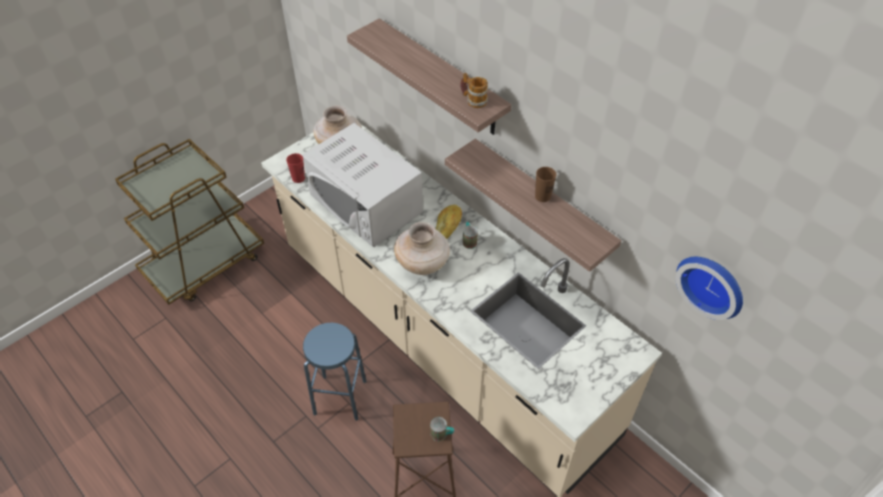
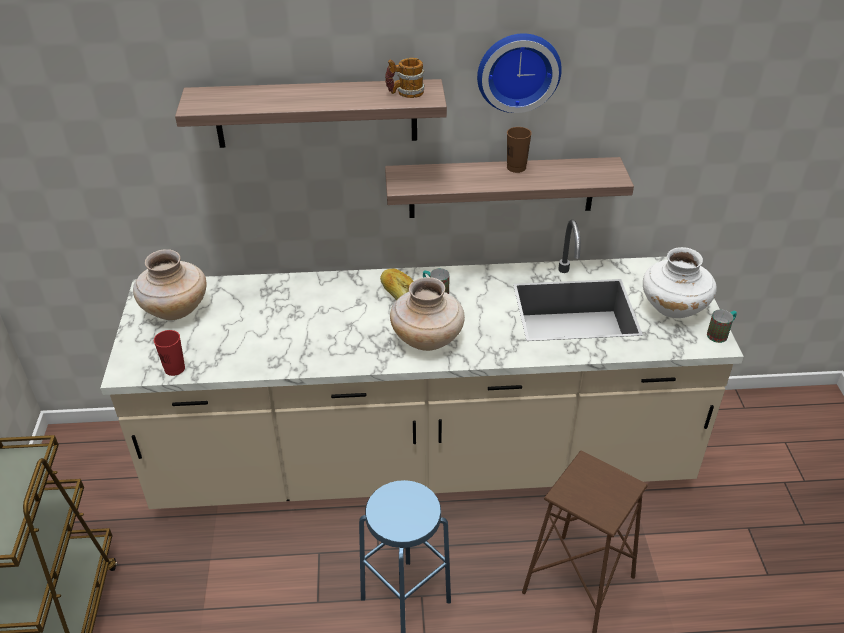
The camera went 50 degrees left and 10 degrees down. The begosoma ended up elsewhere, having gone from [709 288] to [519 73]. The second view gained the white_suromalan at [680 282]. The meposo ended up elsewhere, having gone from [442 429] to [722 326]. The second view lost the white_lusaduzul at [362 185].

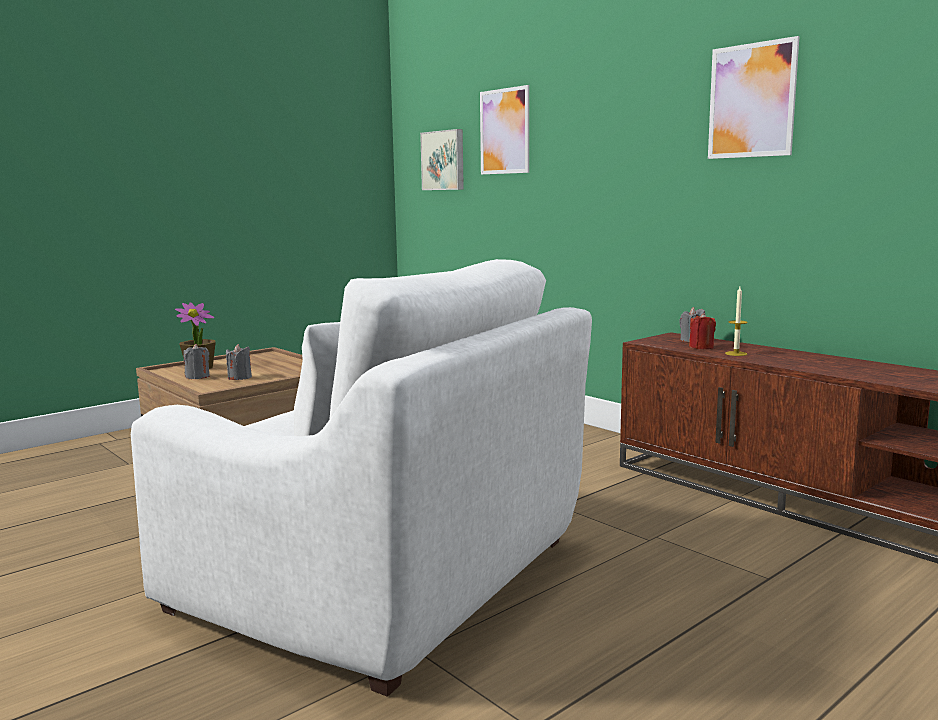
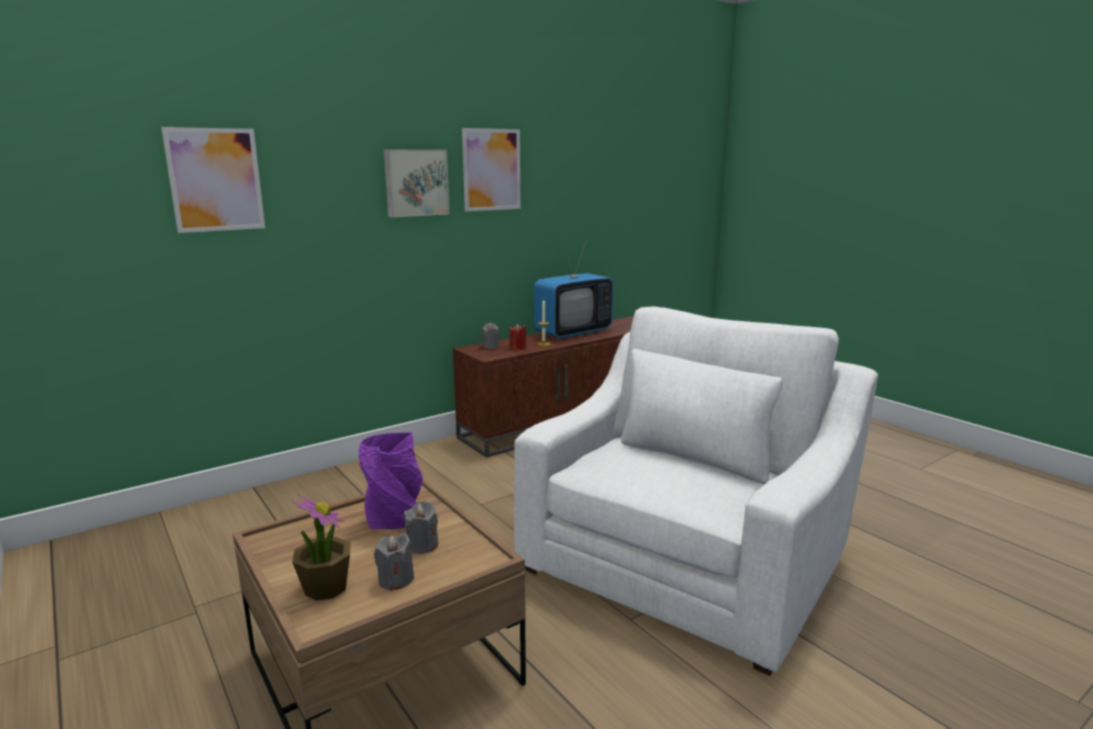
The camera went 85 degrees left and 5 degrees up. The second view gained the purple_suromalan at [391 480]. The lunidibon ended up elsewhere, having gone from [442 159] to [416 183]. The second view gained the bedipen at [573 288].

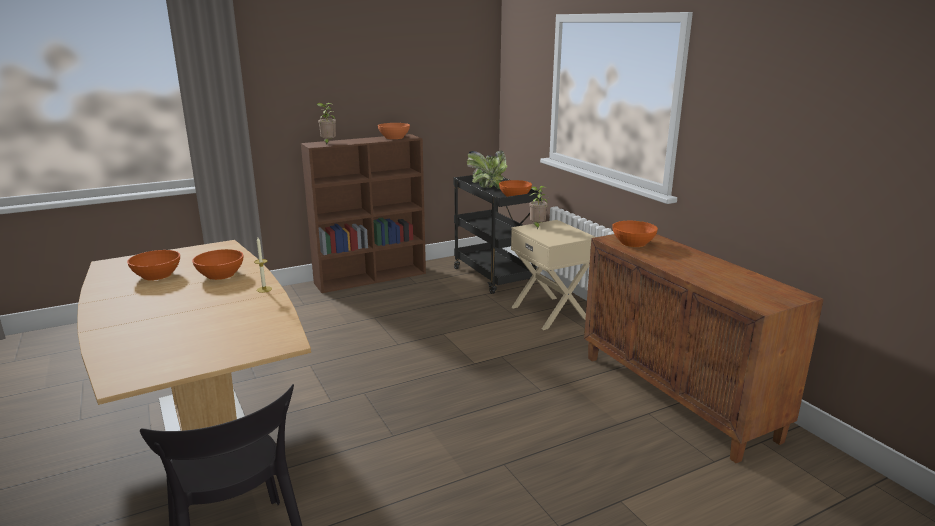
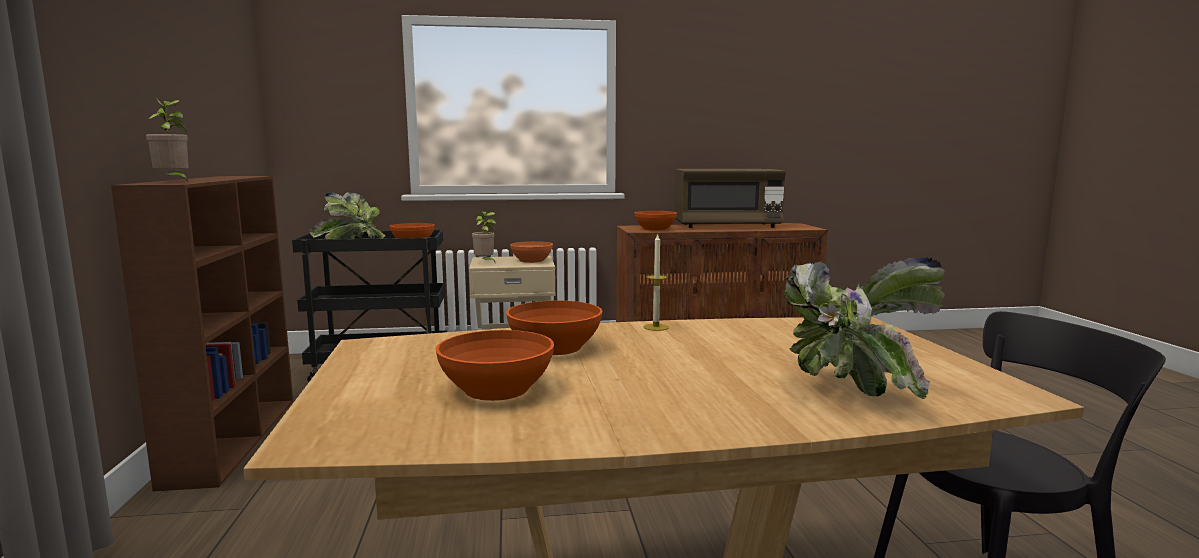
The camera went 70 degrees left and 10 degrees down. The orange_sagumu ended up elsewhere, having gone from [394 131] to [531 252]. The second view gained the brown_lusaduzul at [730 198]. The second view gained the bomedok at [864 328].

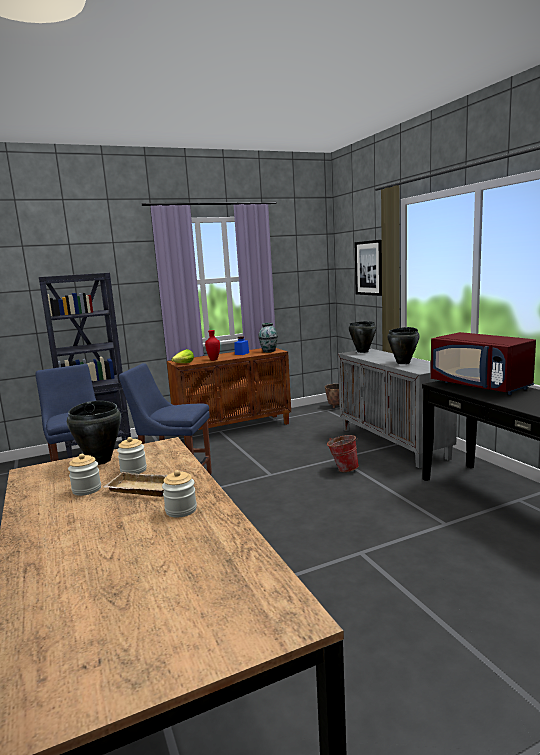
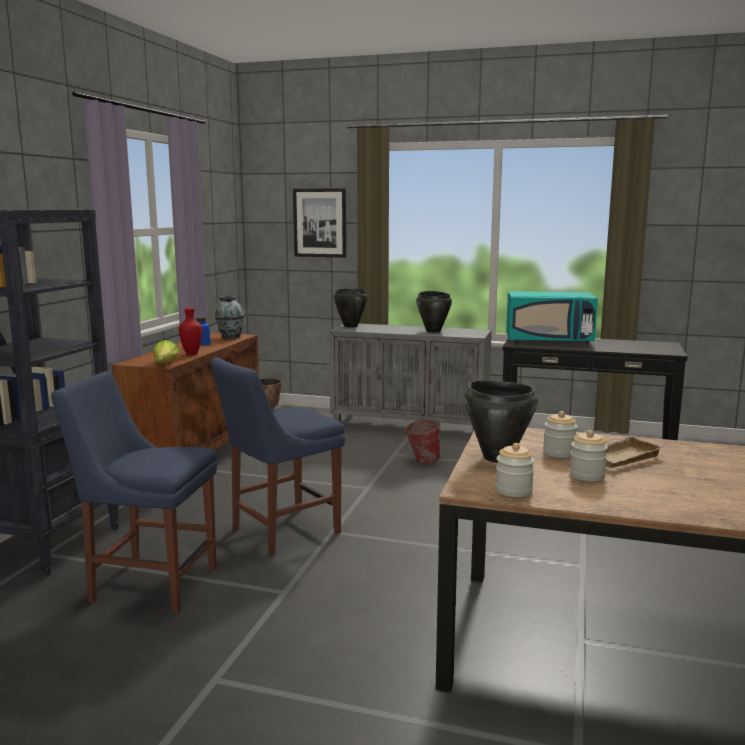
The camera went 50 degrees left and 0 degrees up. The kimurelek ended up elsewhere, having gone from [179 494] to [515 470]. What was the red_lusaduzul at [483 363] turned into the turquoise_lusaduzul at [552 317].

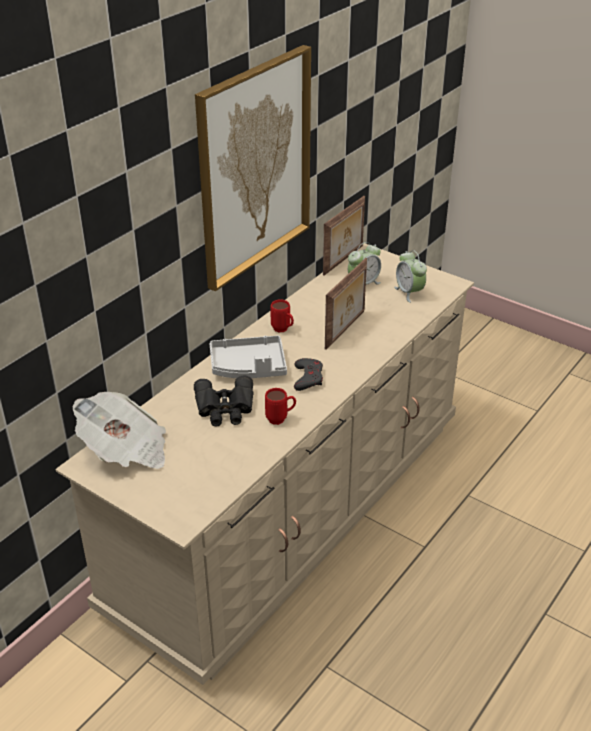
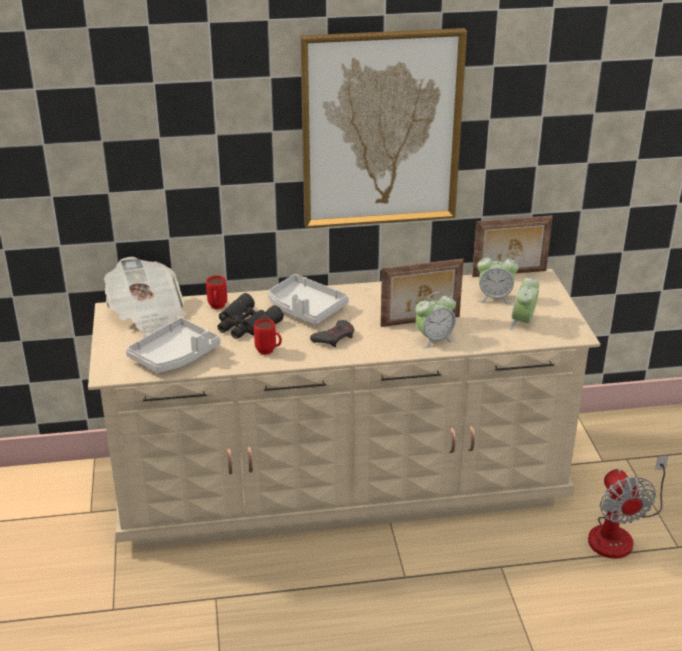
The camera went 45 degrees right and 5 degrees down. The second view gained the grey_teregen at [173 345]. The red_meposo ended up elsewhere, having gone from [282 315] to [216 292]. The second view gained the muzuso at [435 320]. The second view gained the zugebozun at [628 507].

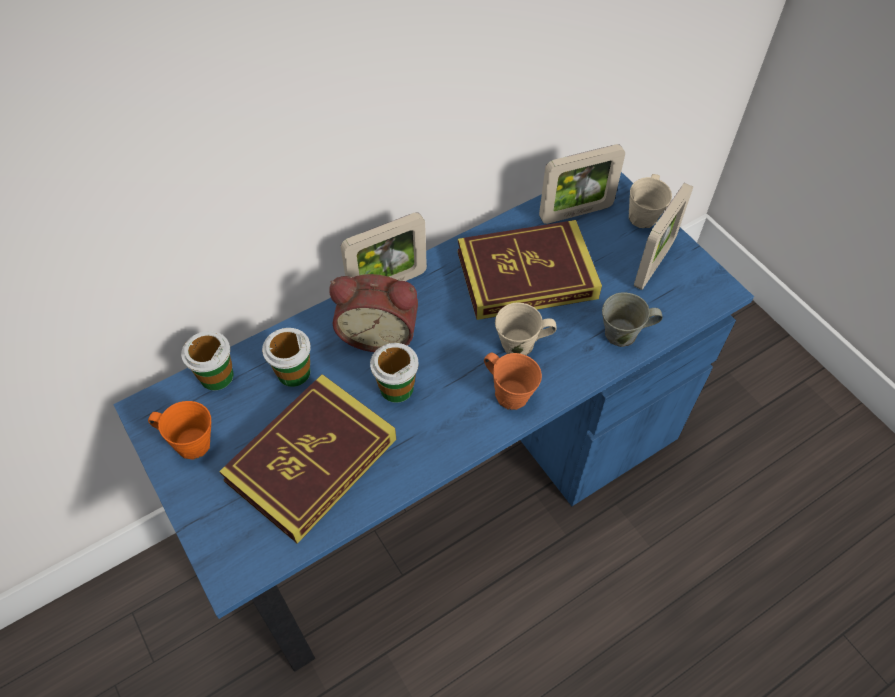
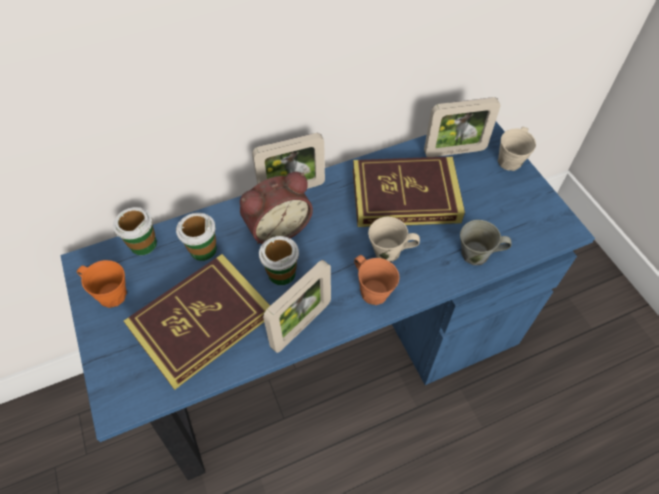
The camera went 10 degrees right and 0 degrees up. The muzuso at [373 313] ended up facing another way, 45 degrees counterclockwise from before. The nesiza ended up elsewhere, having gone from [663 236] to [297 306].

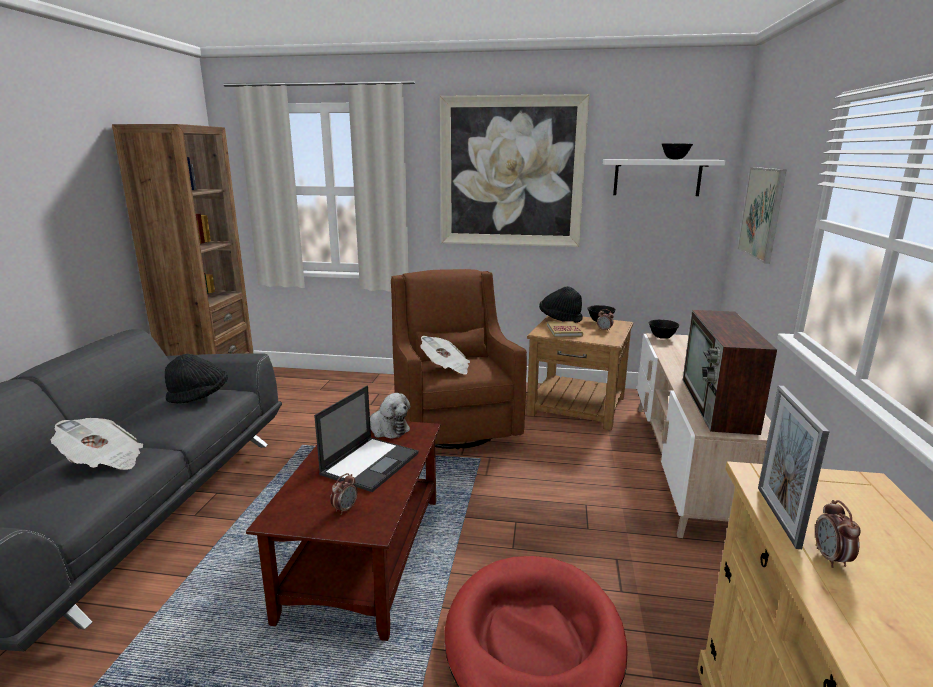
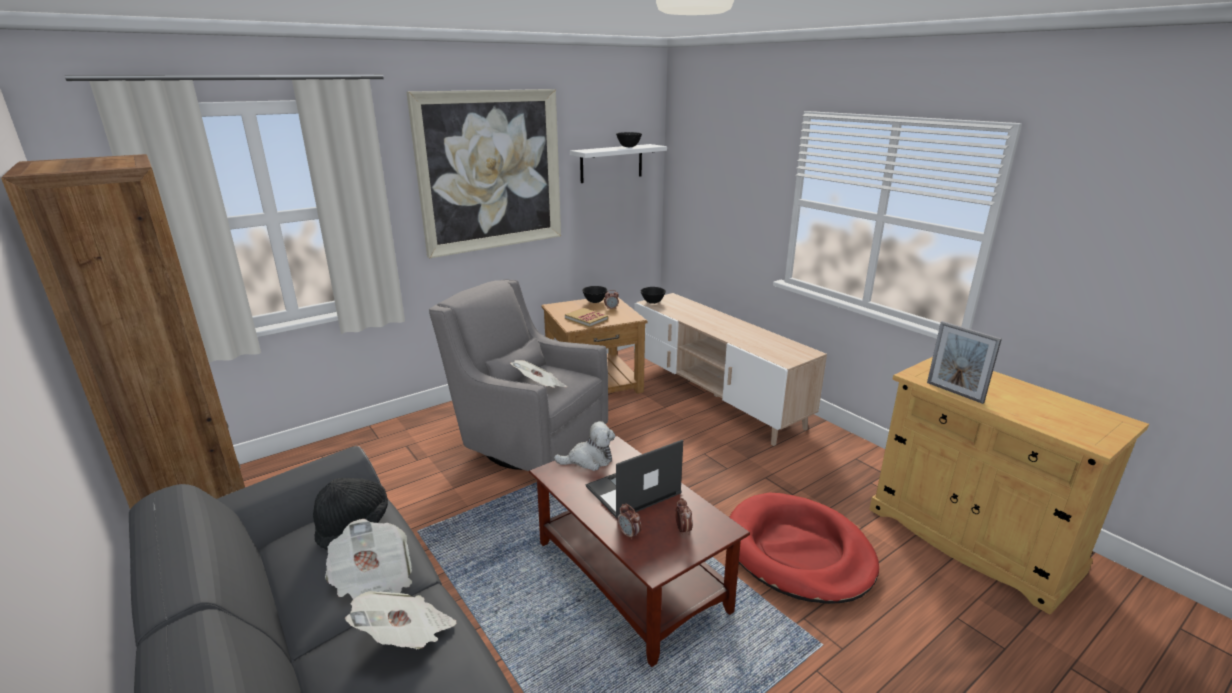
The camera went 45 degrees left and 5 degrees up. The second view gained the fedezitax at [368 559]. What was the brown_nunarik at [459 359] turned into the grey_nunarik at [518 375]. The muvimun at [366 438] ended up facing another way, 105 degrees counterclockwise from before. The muzuso ended up elsewhere, having gone from [838 534] to [629 522]. The second view lost the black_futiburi at [561 304]. The second view lost the bedipen at [730 372]. The second view lost the lunidibon at [762 215].

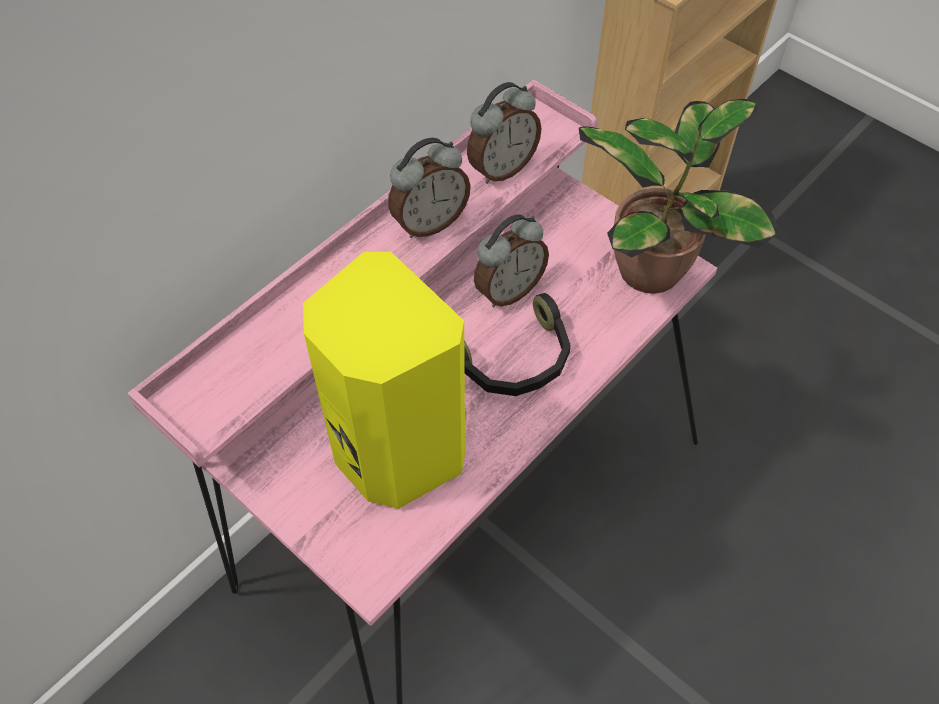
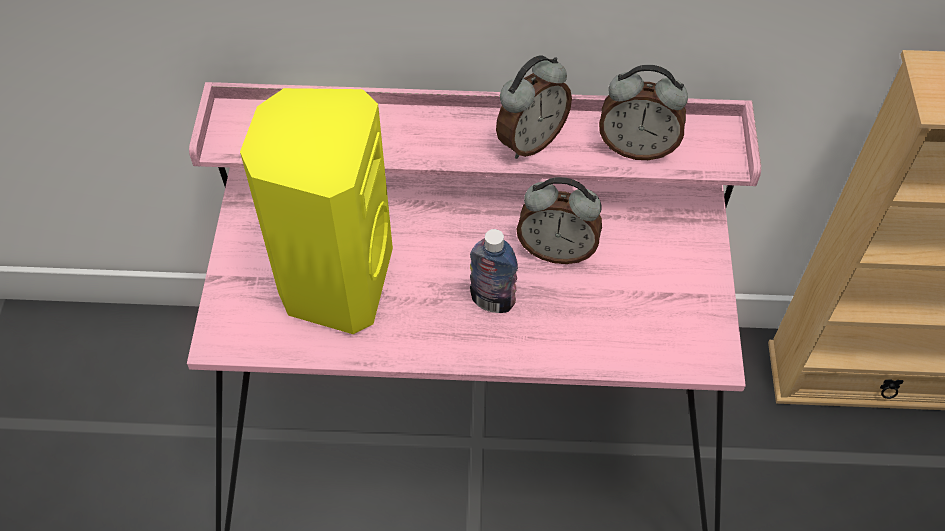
The camera went 50 degrees right and 0 degrees up. Where the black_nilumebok stood at [517 344], the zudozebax came to stand at [494 271]. The muzuso at [429 188] ended up facing another way, 60 degrees counterclockwise from before. The second view lost the bomedok at [678 196].

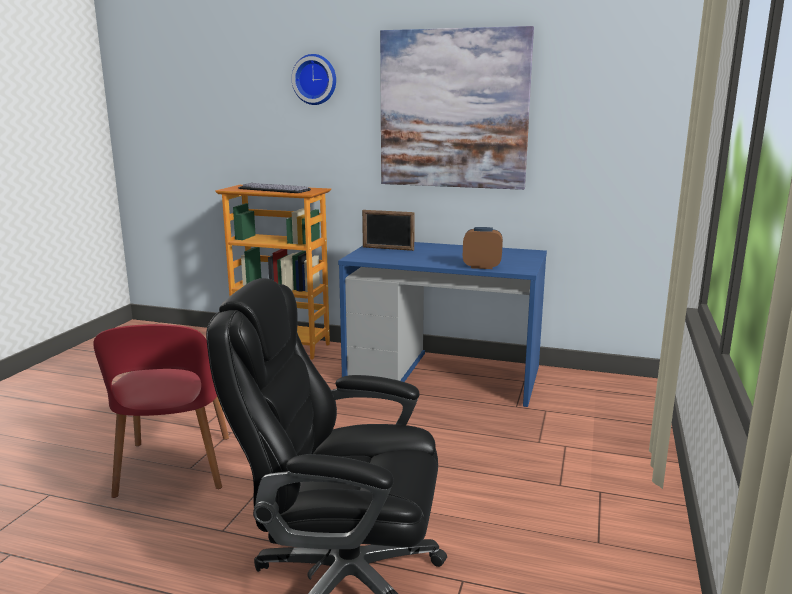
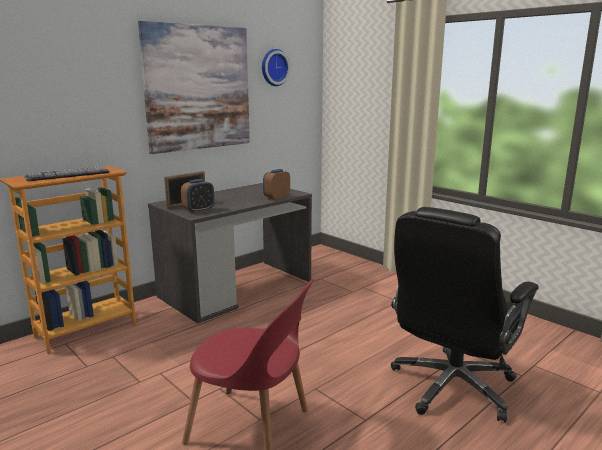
The camera went 60 degrees left and 0 degrees up. What was the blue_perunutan at [442 324] turned into the grey_perunutan at [230 253]. The second view gained the muzuso at [198 196]. The begosoma ended up elsewhere, having gone from [314 79] to [276 67].

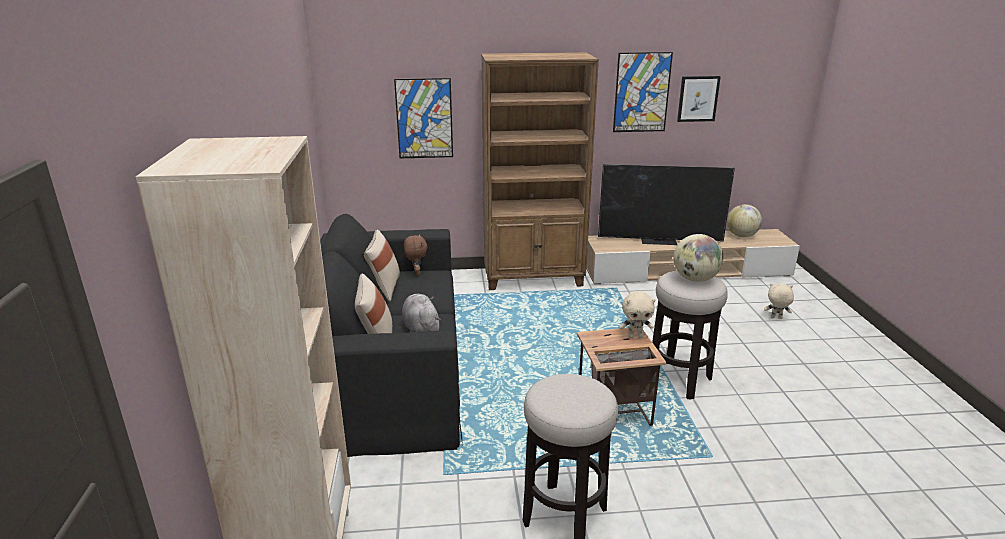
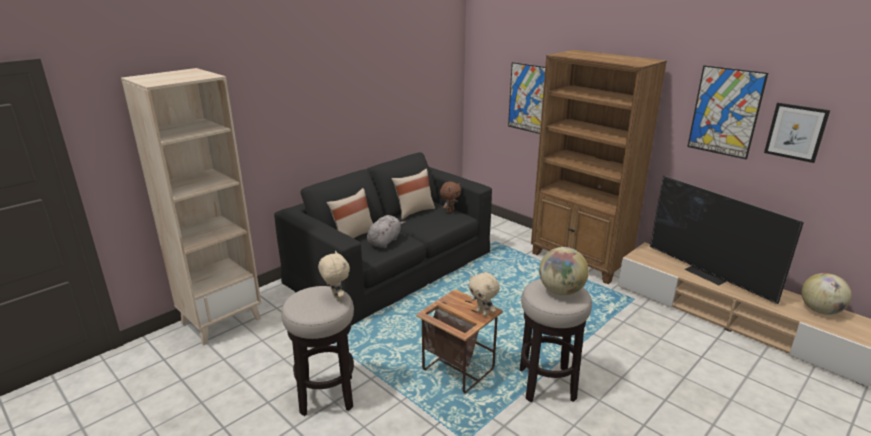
The camera went 50 degrees right and 0 degrees up. The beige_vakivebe ended up elsewhere, having gone from [779 301] to [334 276].

